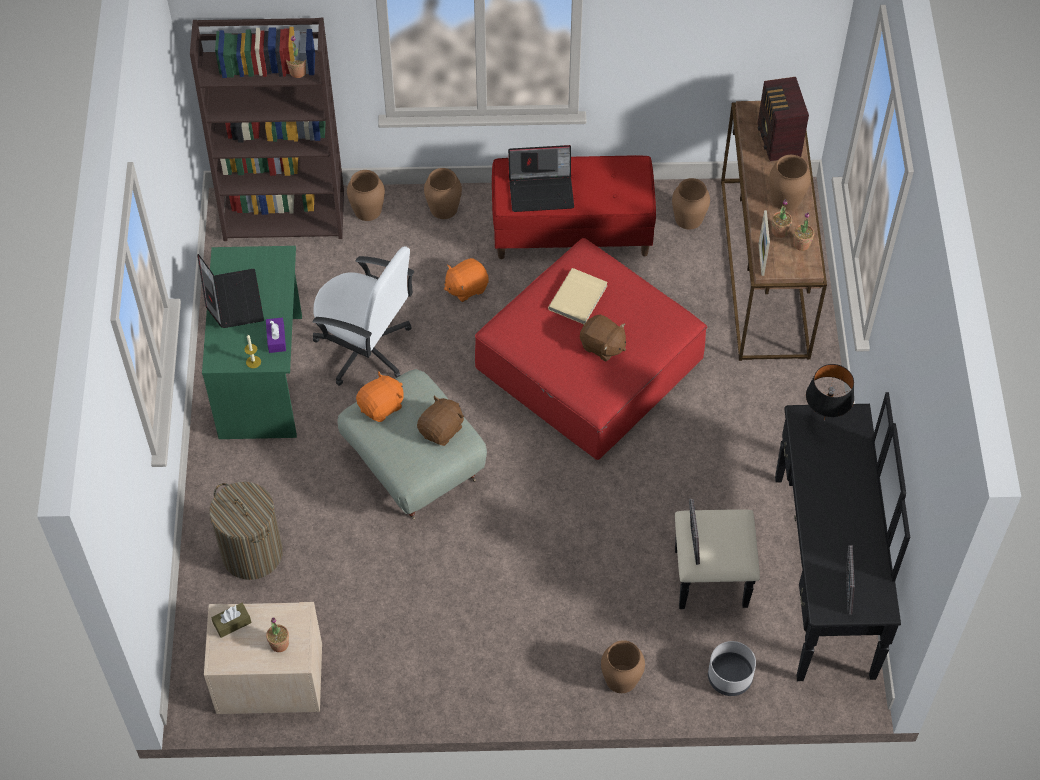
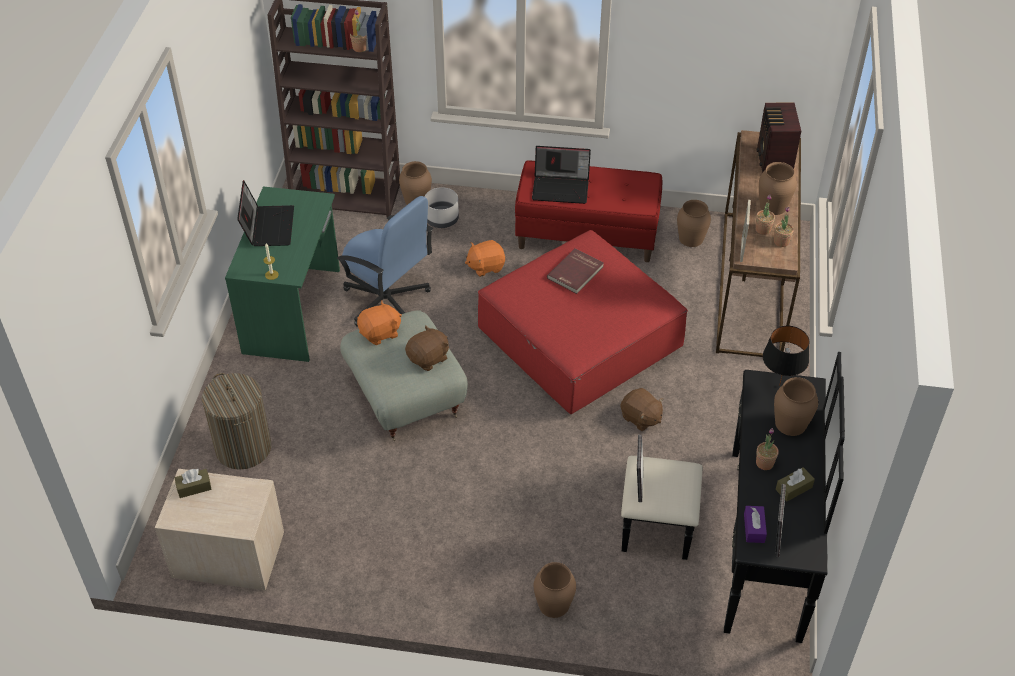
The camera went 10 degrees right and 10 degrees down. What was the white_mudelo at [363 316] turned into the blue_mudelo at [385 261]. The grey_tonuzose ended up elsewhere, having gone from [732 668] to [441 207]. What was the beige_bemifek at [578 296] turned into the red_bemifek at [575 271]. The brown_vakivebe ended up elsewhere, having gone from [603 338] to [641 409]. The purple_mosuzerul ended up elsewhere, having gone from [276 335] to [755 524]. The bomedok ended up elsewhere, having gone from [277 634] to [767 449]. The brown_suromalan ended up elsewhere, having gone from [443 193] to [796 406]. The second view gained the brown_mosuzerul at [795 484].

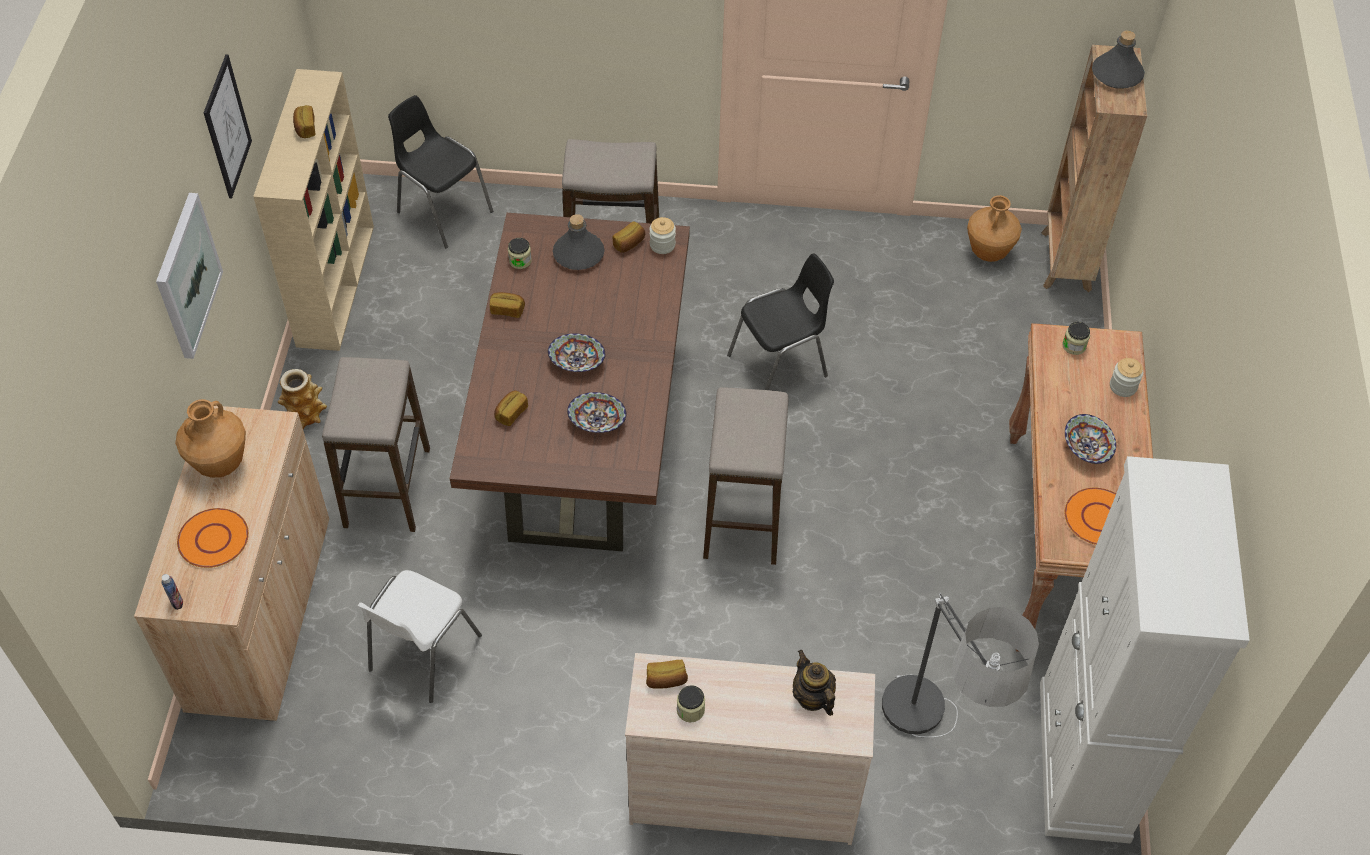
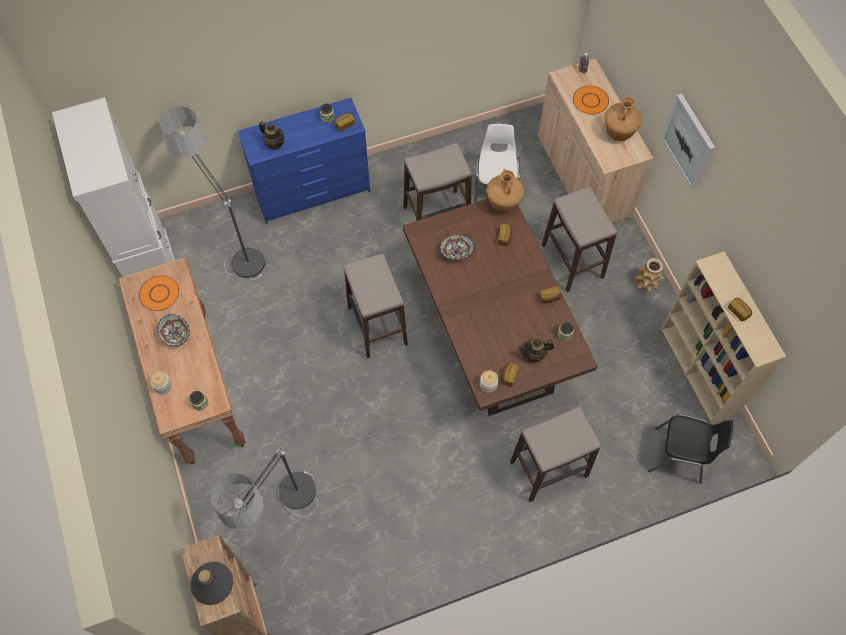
The camera went 155 degrees right and 10 degrees up. The second view gained the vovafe at [264 488]. What was the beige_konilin at [750 749] turned into the blue_konilin at [304 161]. The second view gained the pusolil at [437 182]. The brown_suromalan ended up elsewhere, having gone from [994 228] to [506 191]. Where the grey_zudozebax stood at [579 242], the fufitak came to stand at [536 350]. The second view lost the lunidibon at [228 126]. The second view lost the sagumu at [576 352]. The second view lost the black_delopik at [780 321].

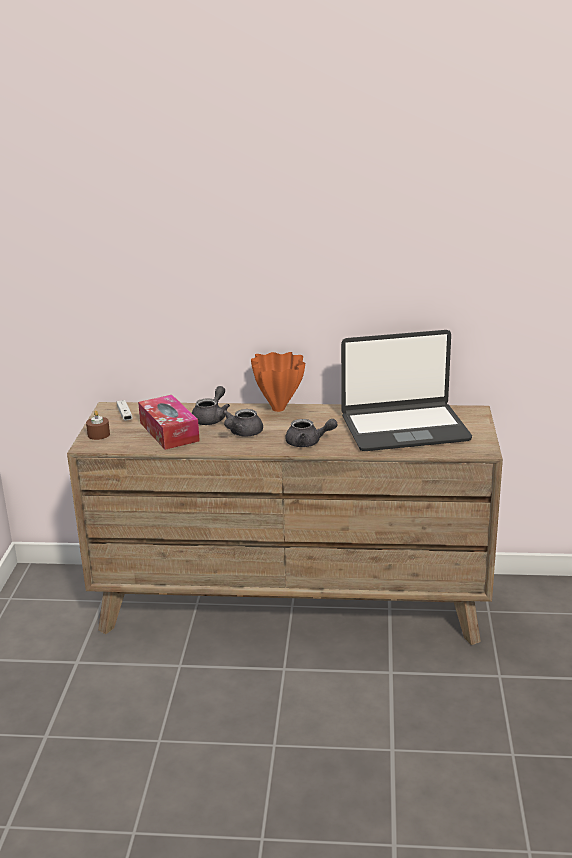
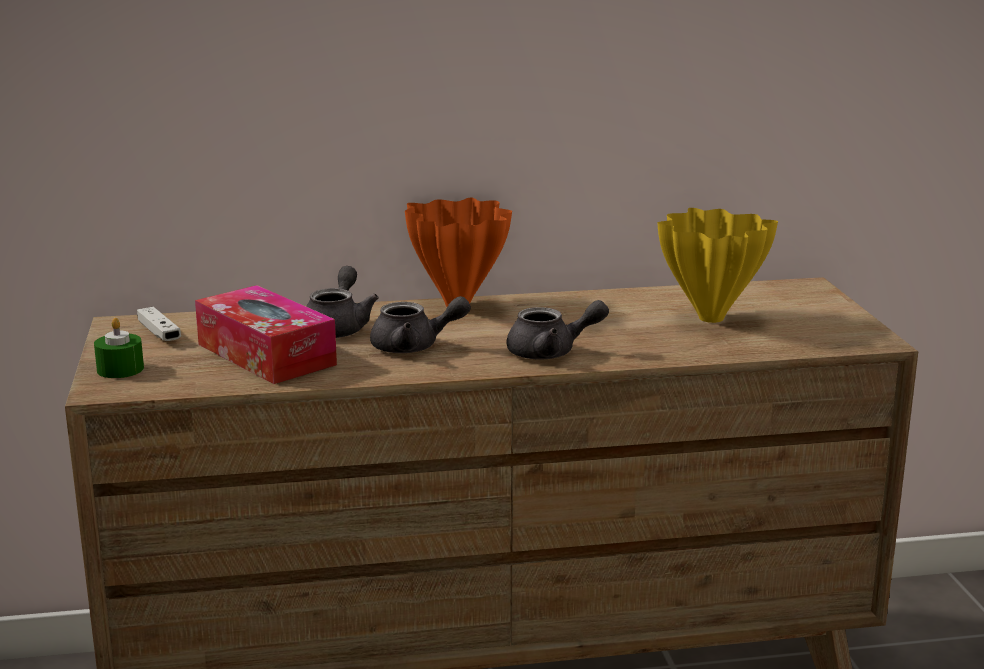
The camera went 15 degrees left and 5 degrees down. What was the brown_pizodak at [98 425] turned into the green_pizodak at [119 348]. The grey_fufitak at [243 423] ended up facing another way, 105 degrees counterclockwise from before. Where the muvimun stood at [406 390], the yellow_suromalan came to stand at [717 265].

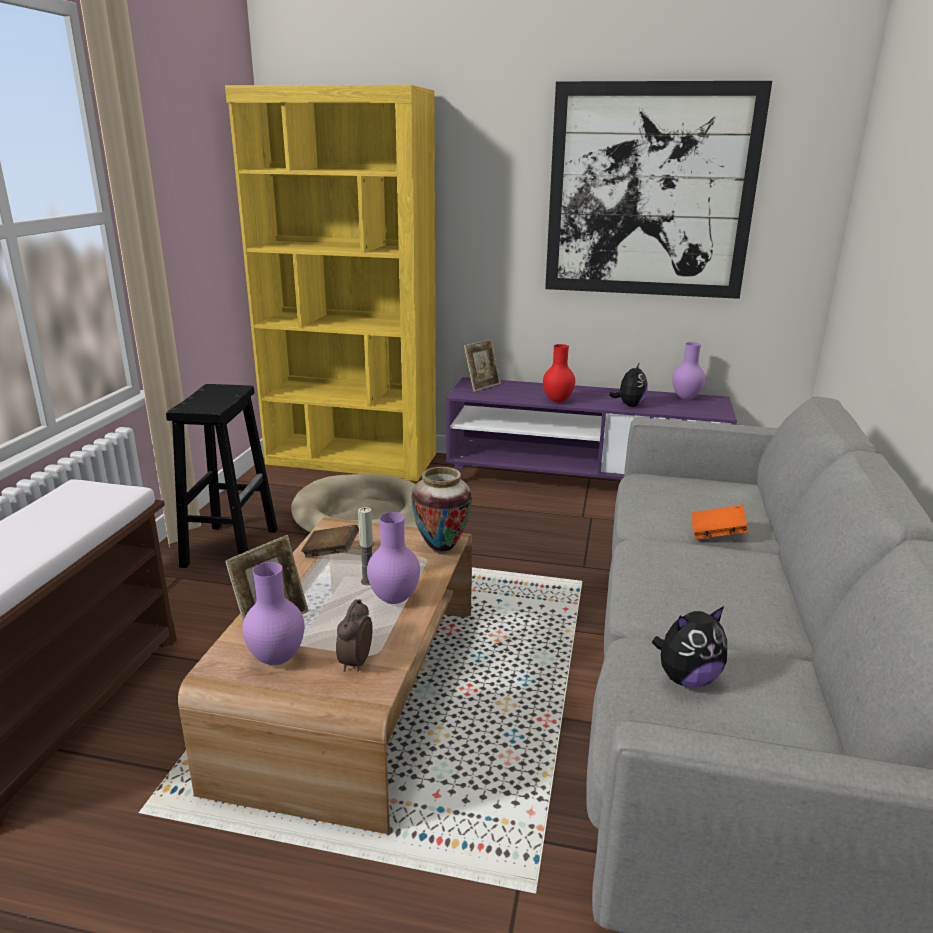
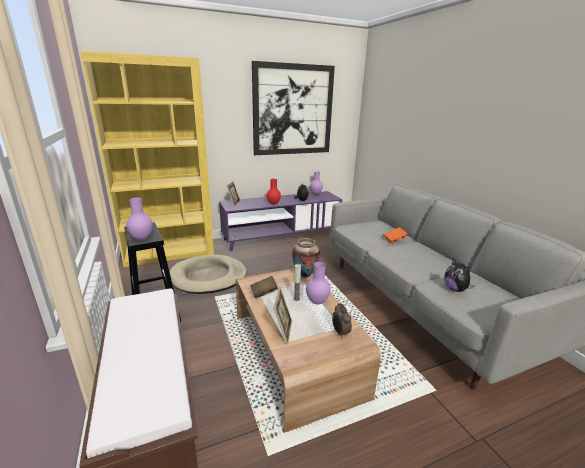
The camera went 35 degrees left and 0 degrees up. The purple_suromalan ended up elsewhere, having gone from [273 613] to [139 219]. The vakivebe at [689 646] ended up facing another way, 120 degrees clockwise from before.

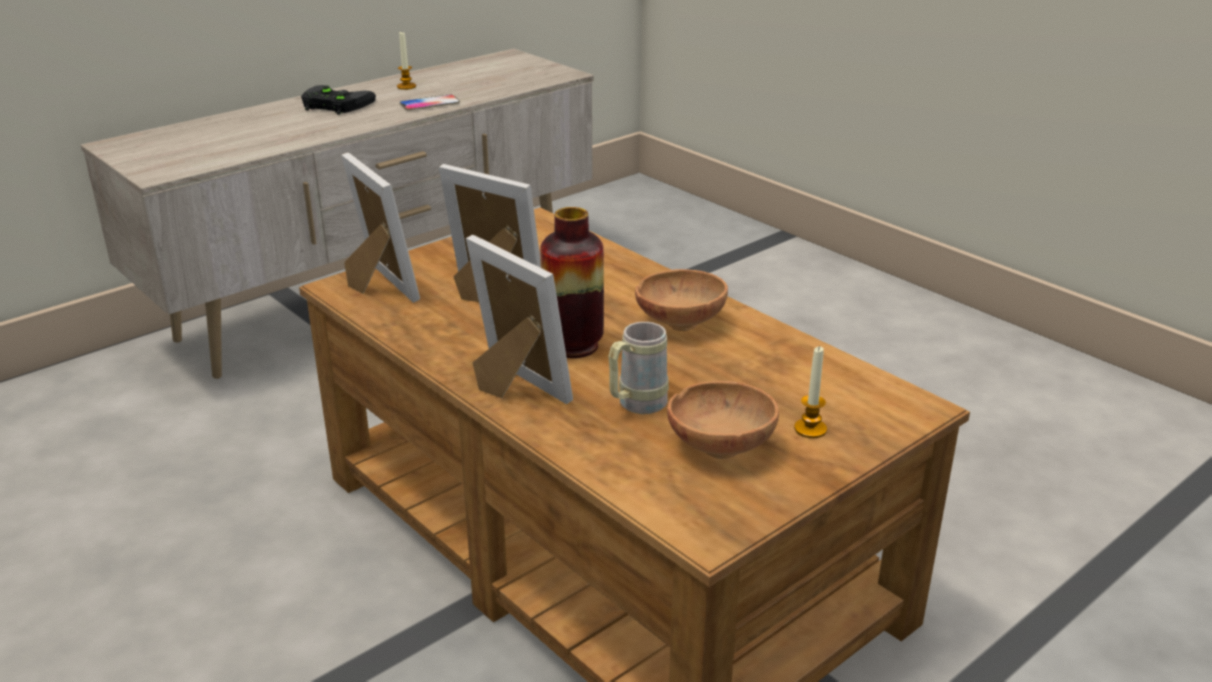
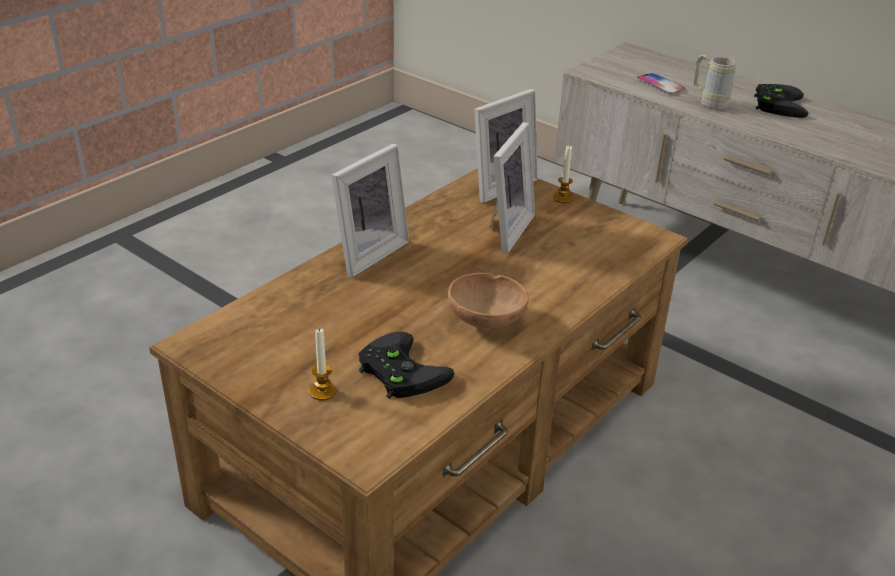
The camera went 80 degrees right and 5 degrees up. The second view gained the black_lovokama at [406 365]. The pizodak ended up elsewhere, having gone from [406 61] to [563 174]. The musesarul ended up elsewhere, having gone from [430 103] to [661 83]. The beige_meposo ended up elsewhere, having gone from [638 368] to [715 82]. The second view lost the suromalan at [572 282]. The second view lost the brown_sagumu at [723 420].

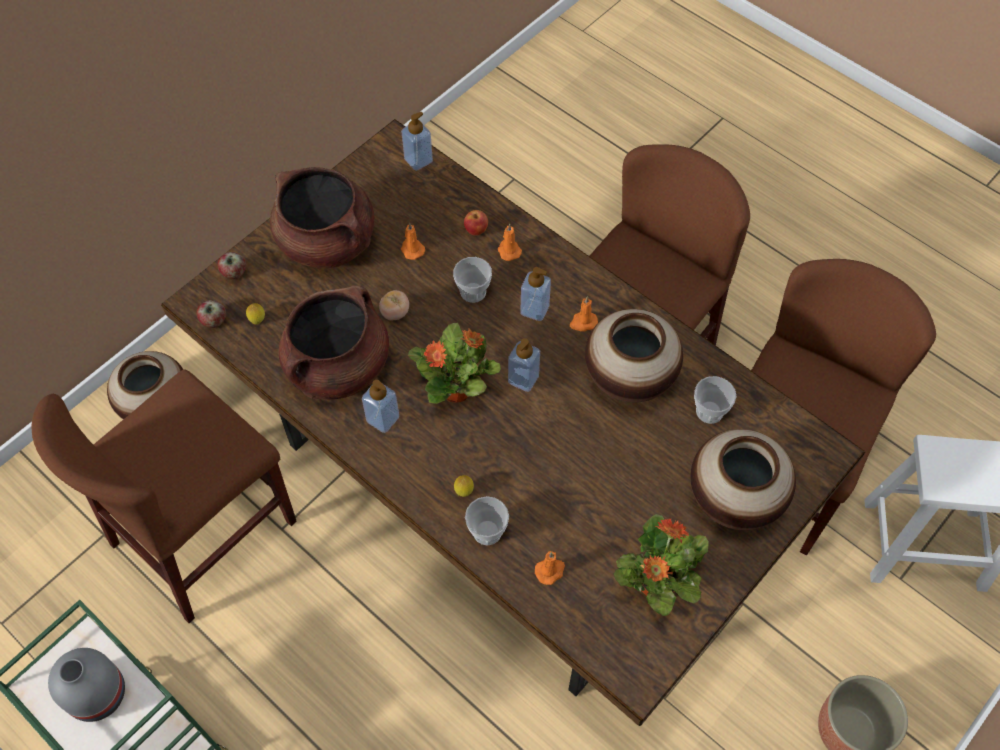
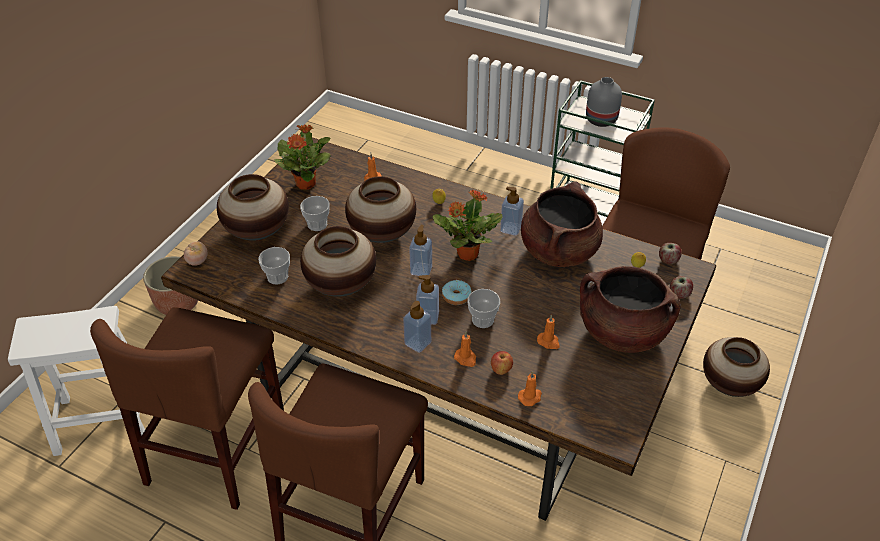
The camera went 165 degrees right and 15 degrees down. The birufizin ended up elsewhere, having gone from [394 305] to [195 254]. The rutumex ended up elsewhere, having gone from [487 521] to [315 213]. The second view gained the suromalan at [380 209]. The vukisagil ended up elsewhere, having gone from [417 141] to [417 327]. The second view gained the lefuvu at [457 292]. The orange_pizodak ended up elsewhere, having gone from [584 314] to [530 388].

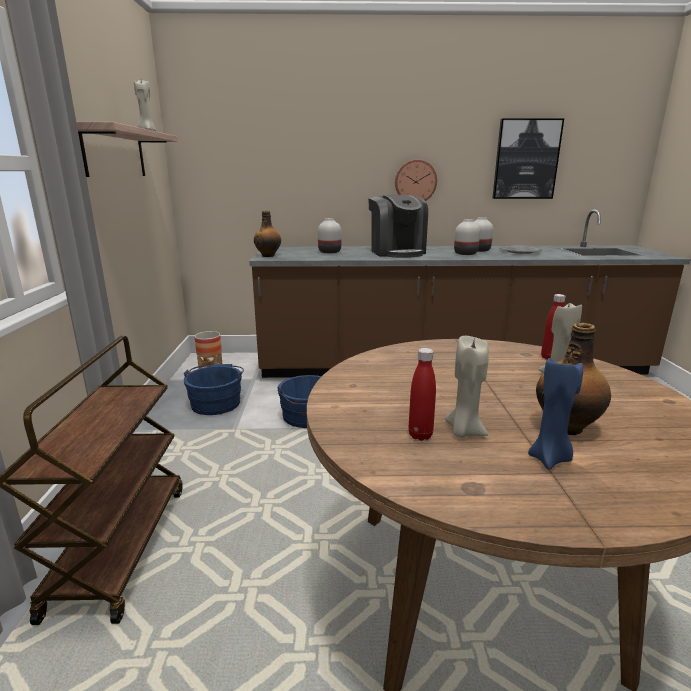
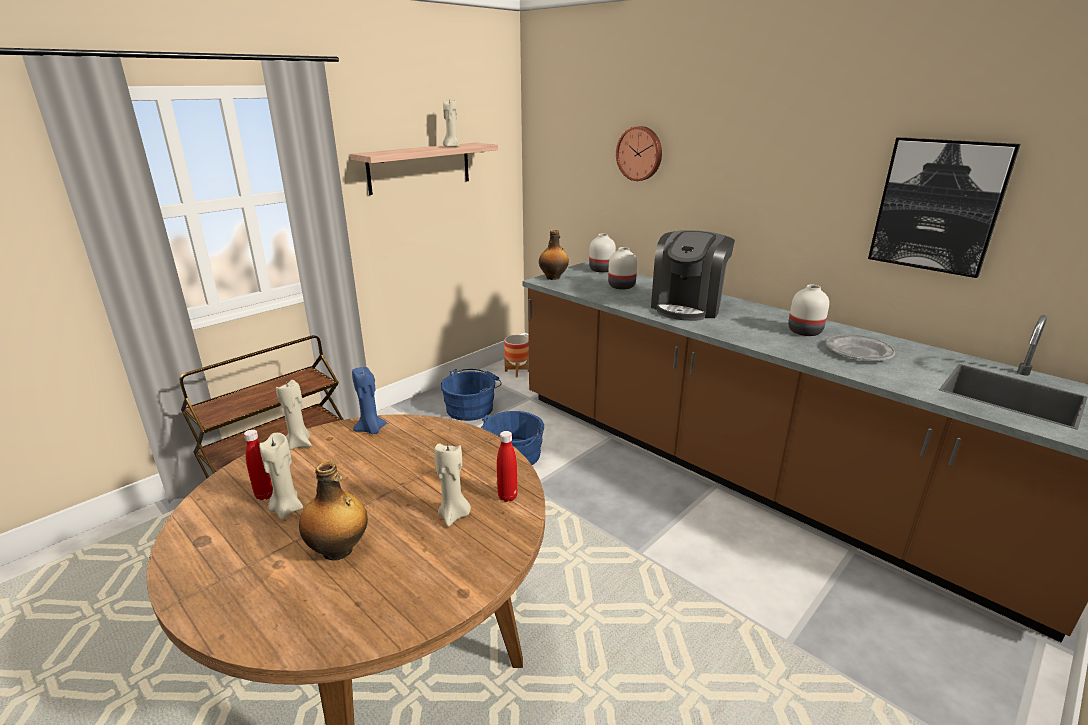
The camera went 45 degrees right and 5 degrees up. The second view gained the beige_pizodak at [294 415]. The blue_pizodak ended up elsewhere, having gone from [555 414] to [369 400]. The white_suromalan ended up elsewhere, having gone from [467 237] to [602 253]. The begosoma ended up elsewhere, having gone from [416 180] to [639 153].

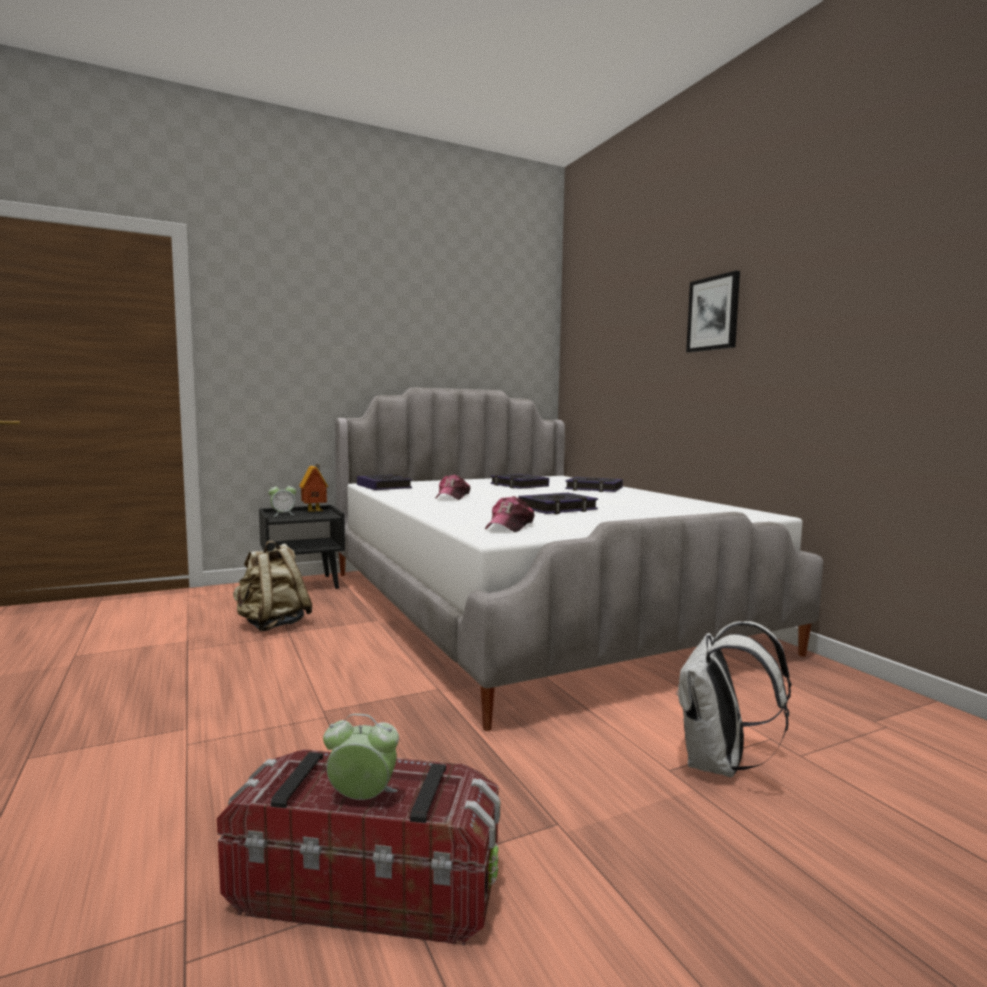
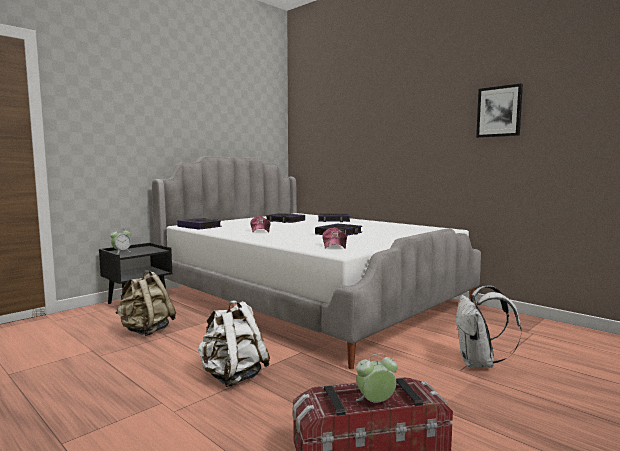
The camera went 20 degrees left and 0 degrees up. The second view gained the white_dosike at [234 343]. The lunidibon ended up elsewhere, having gone from [713 312] to [499 110]. The second view lost the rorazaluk at [313 488].

